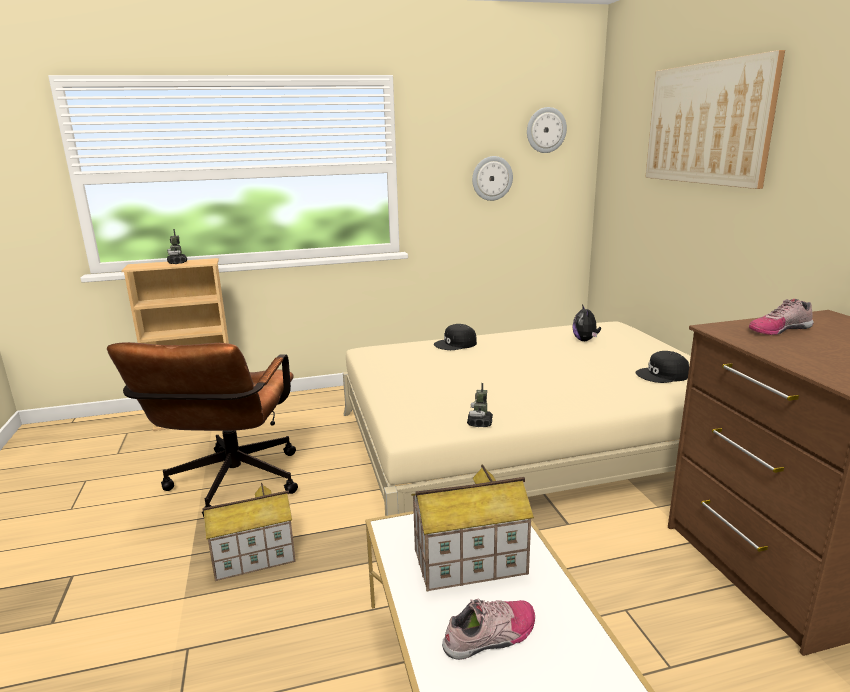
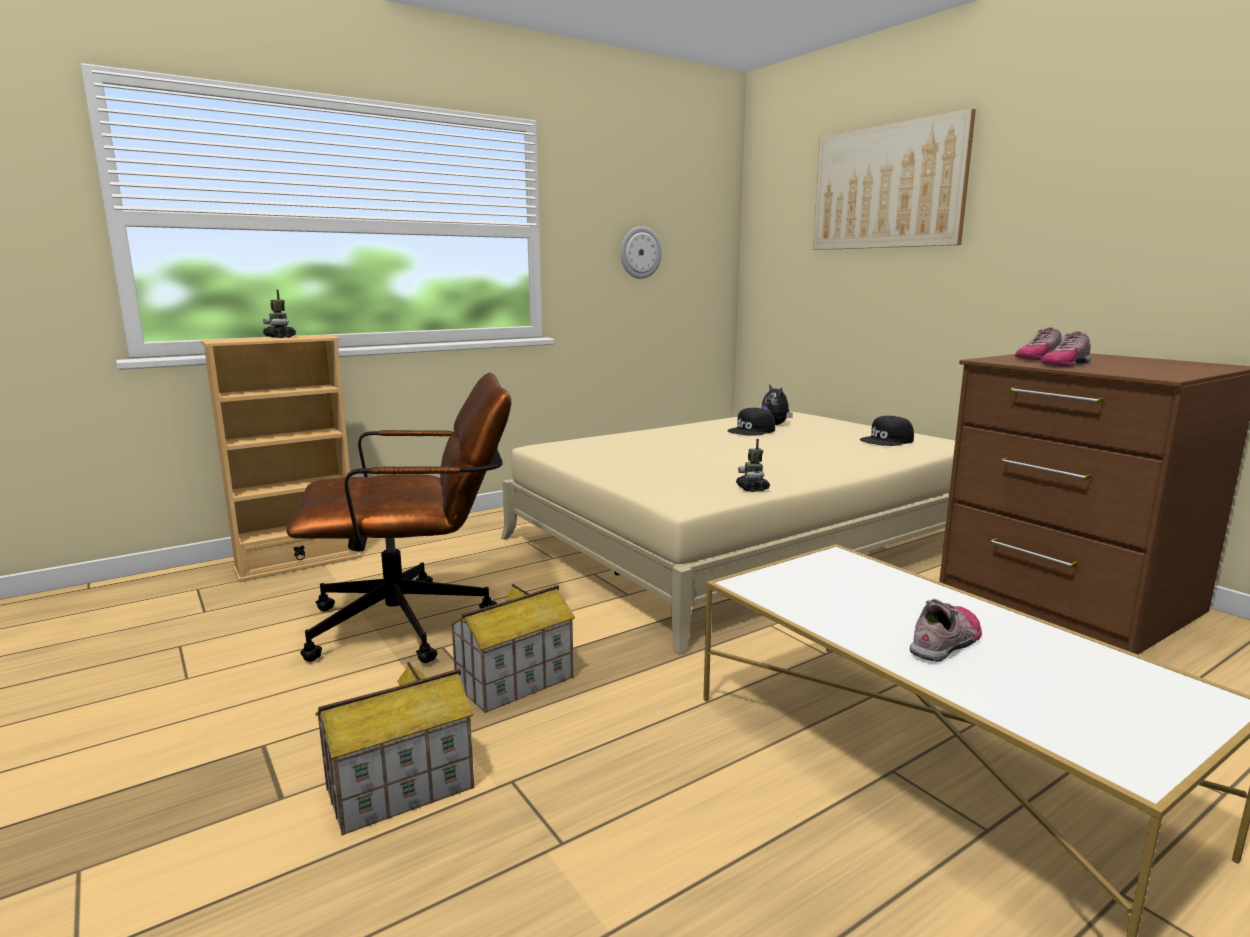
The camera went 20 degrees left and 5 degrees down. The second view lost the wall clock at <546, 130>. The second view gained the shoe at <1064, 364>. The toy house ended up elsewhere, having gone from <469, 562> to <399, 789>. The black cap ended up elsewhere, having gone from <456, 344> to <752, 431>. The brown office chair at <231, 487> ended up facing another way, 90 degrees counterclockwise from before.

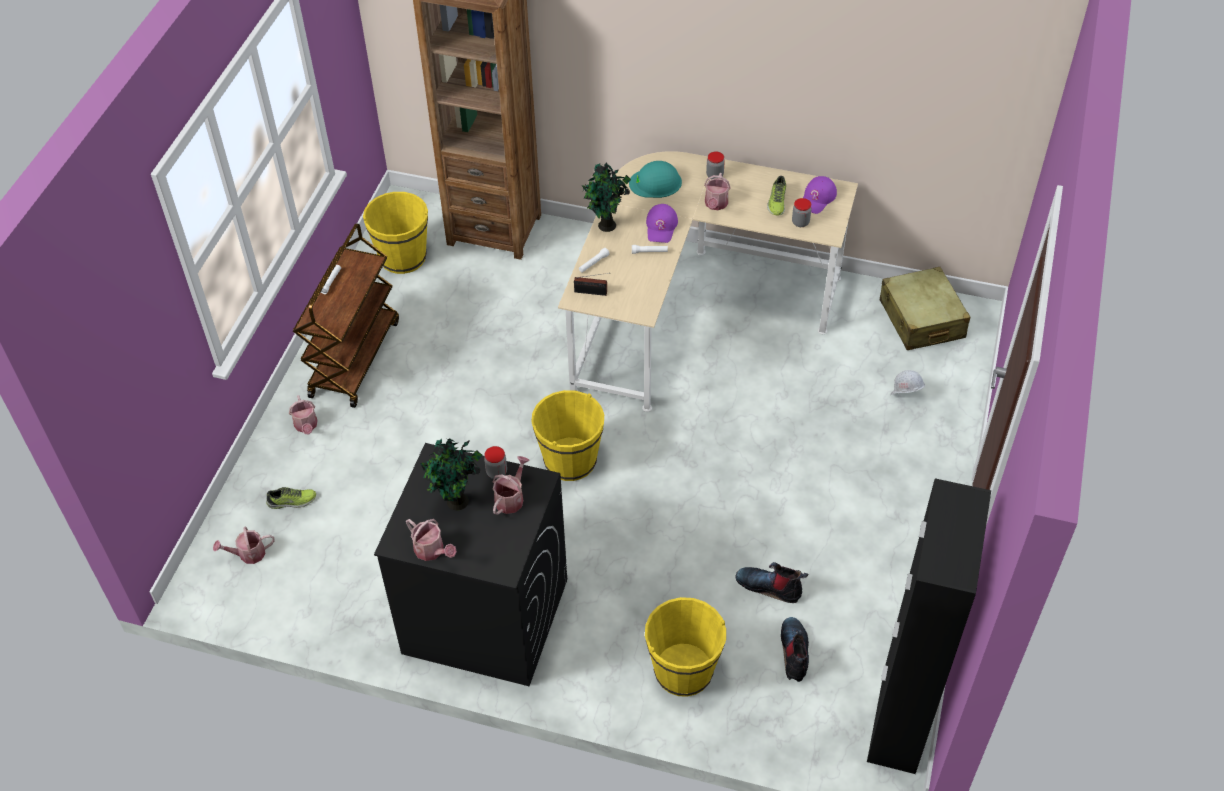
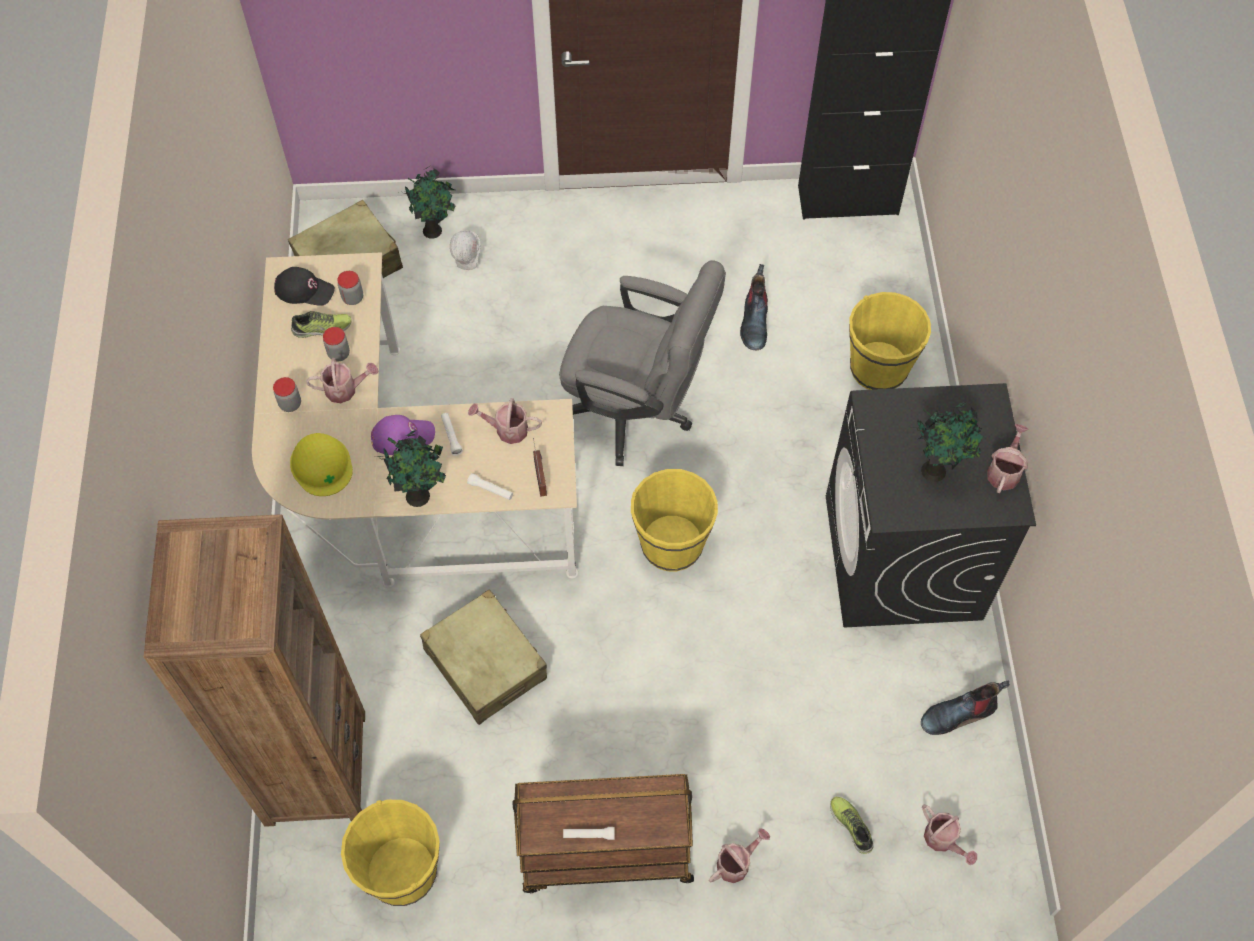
The camera went 110 degrees left and 10 degrees up. The second view gained the potted plant at <434, 230>. The second view gained the beige suitcase at <485, 664>. The second view gained the grey office chair at <636, 412>. The jar ended up elsewhere, having gone from <496, 472> to <339, 354>. The watering can ended up elsewhere, having gone from <511, 498> to <507, 430>. The boot ended up elsewhere, having gone from <795, 653> to <958, 713>. What was the turquoise hard hat at <655, 183> turned into the yellow hard hat at <321, 465>. What was the purple cap at <817, 198> turned into the black cap at <304, 290>.

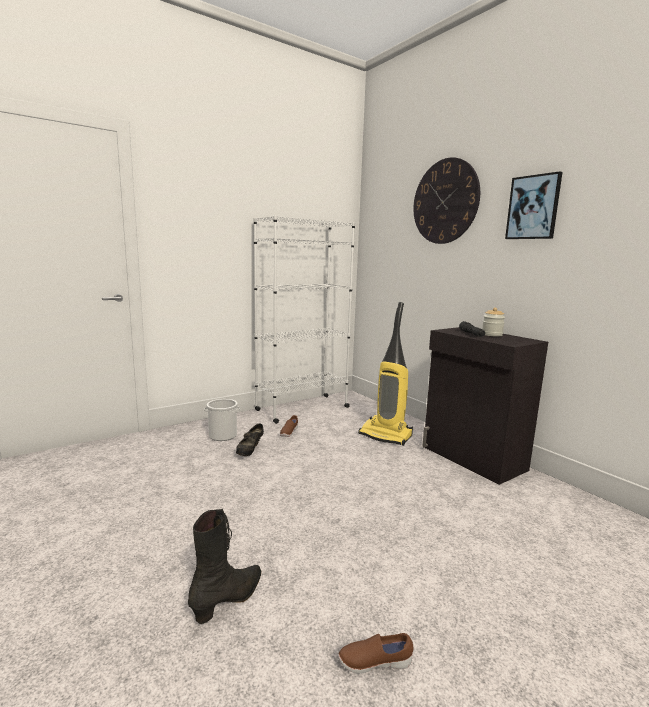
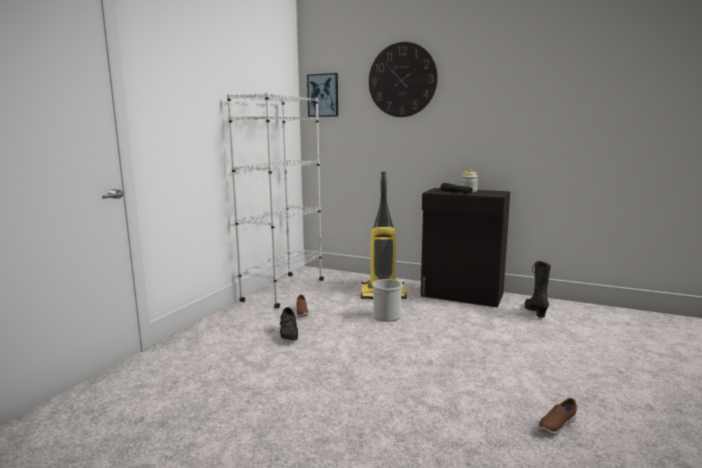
The camera went 30 degrees left and 0 degrees up. The black boot ended up elsewhere, having gone from <229, 600> to <535, 312>. The bucket ended up elsewhere, having gone from <223, 435> to <387, 316>. The picture ended up elsewhere, having gone from <533, 207> to <323, 95>.

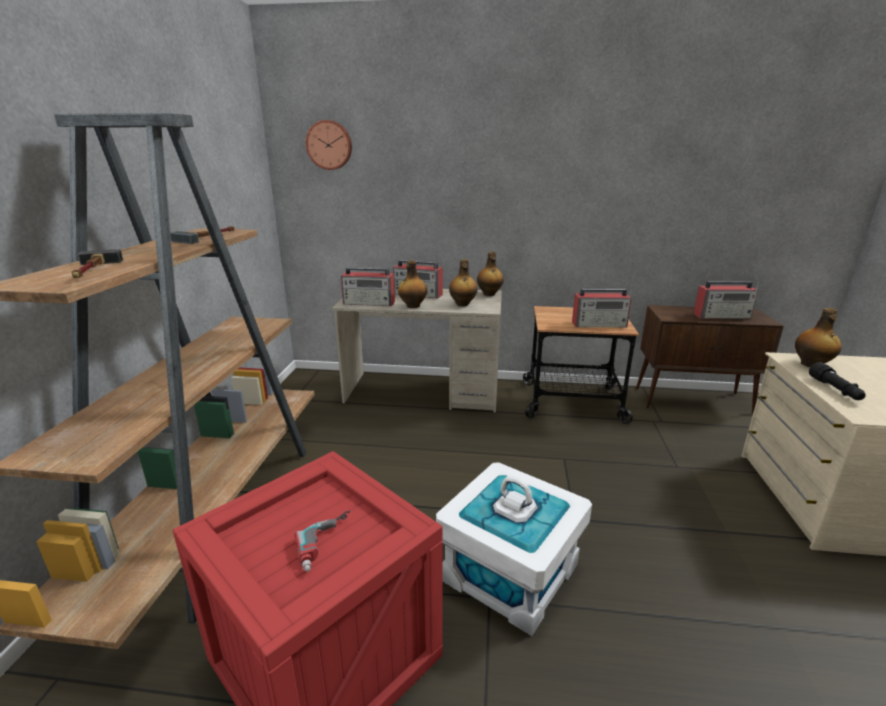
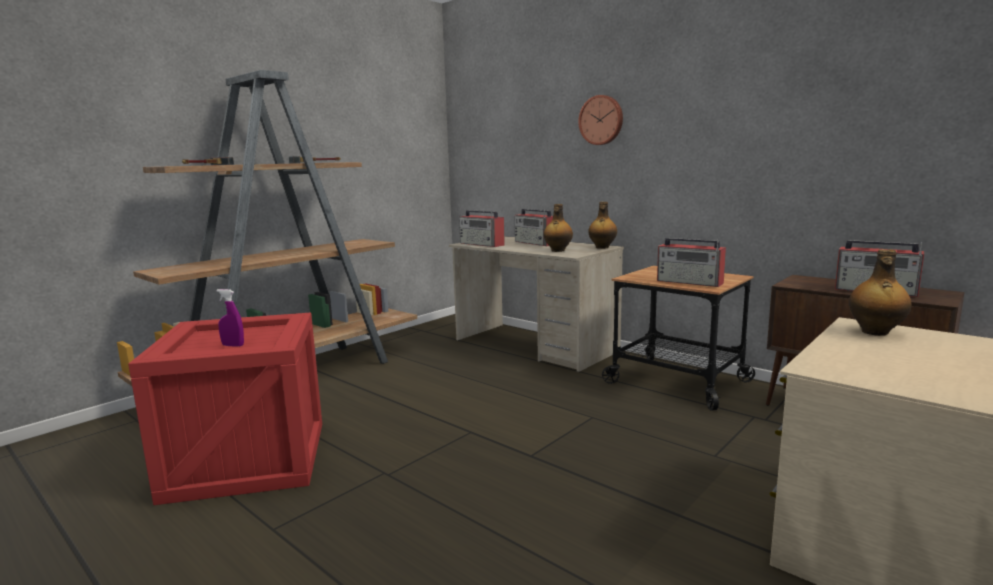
The camera went 35 degrees right and 10 degrees down. The second view lost the bottle at <412, 306>. The second view lost the white storage box at <509, 573>. The second view lost the black flashlight at <835, 390>. The wall clock ended up elsewhere, having gone from <329, 145> to <601, 120>. Where the power drill stood at <328, 544>, the purple spray bottle came to stand at <233, 345>.

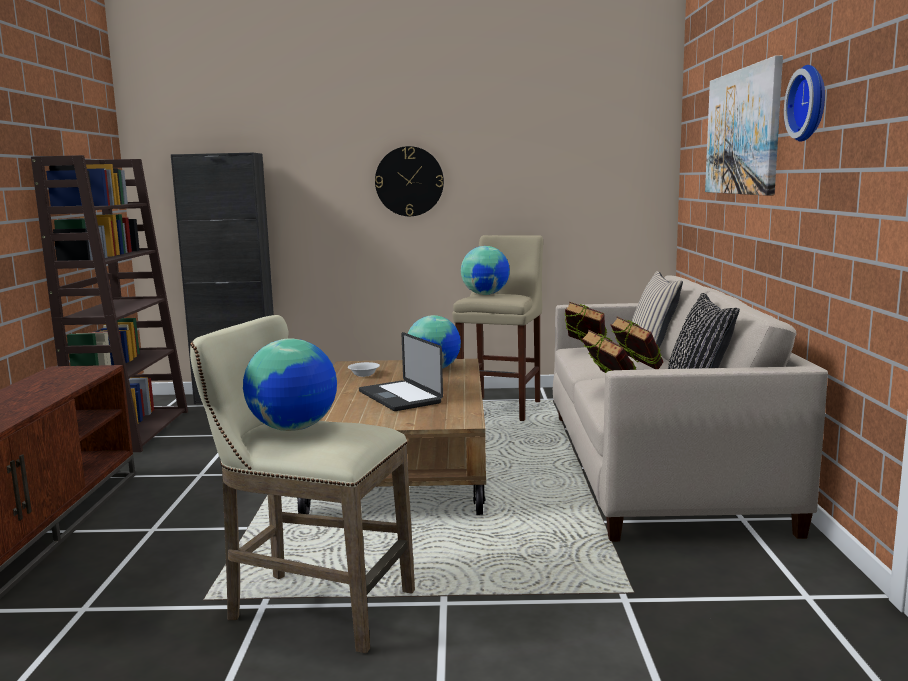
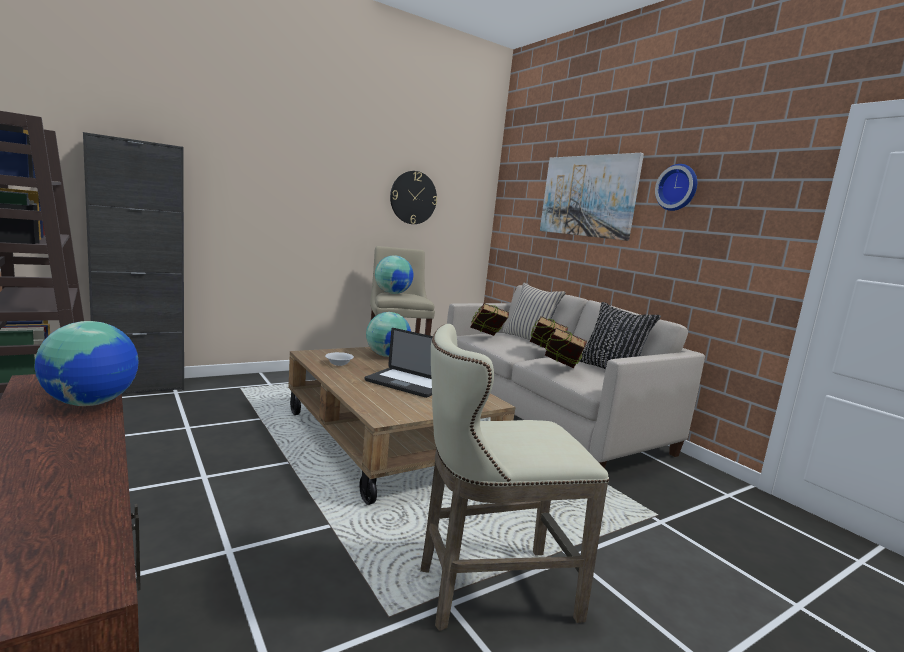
The camera went 35 degrees left and 0 degrees up. The globe ended up elsewhere, having gone from <294, 428> to <91, 403>. The wall clock ended up elsewhere, having gone from <409, 181> to <413, 197>.

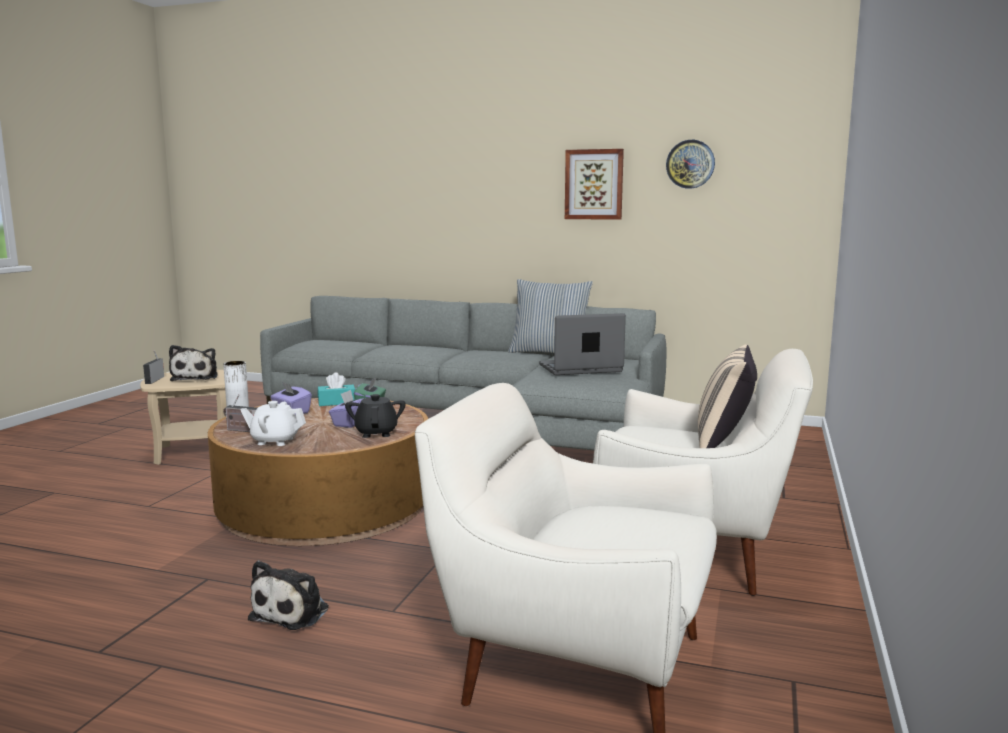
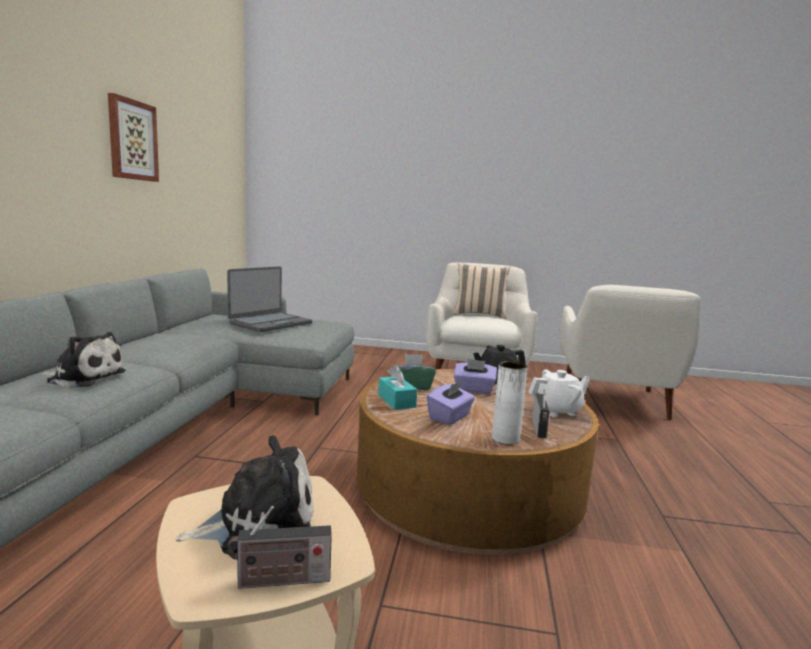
The camera went 100 degrees left and 0 degrees up. The second view lost the pillow at <549, 353>. The second view lost the wall clock at <690, 164>. The plush toy ended up elsewhere, having gone from <293, 612> to <84, 377>. The white teapot at <274, 441> ended up facing another way, 105 degrees counterclockwise from before. The laptop at <580, 369> ended up facing another way, 120 degrees counterclockwise from before.

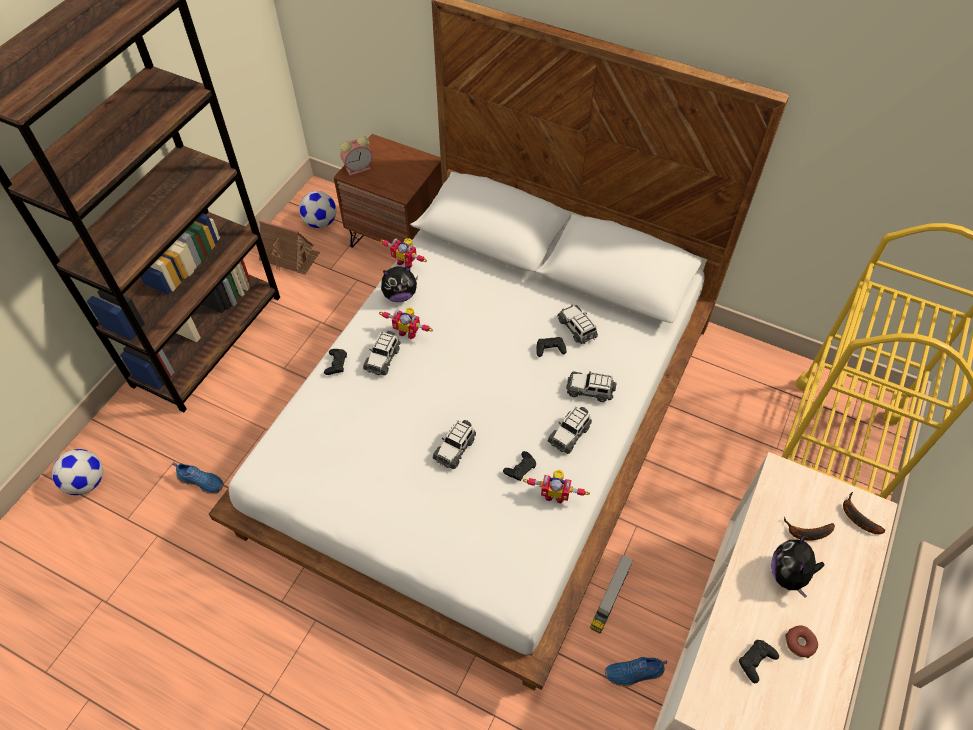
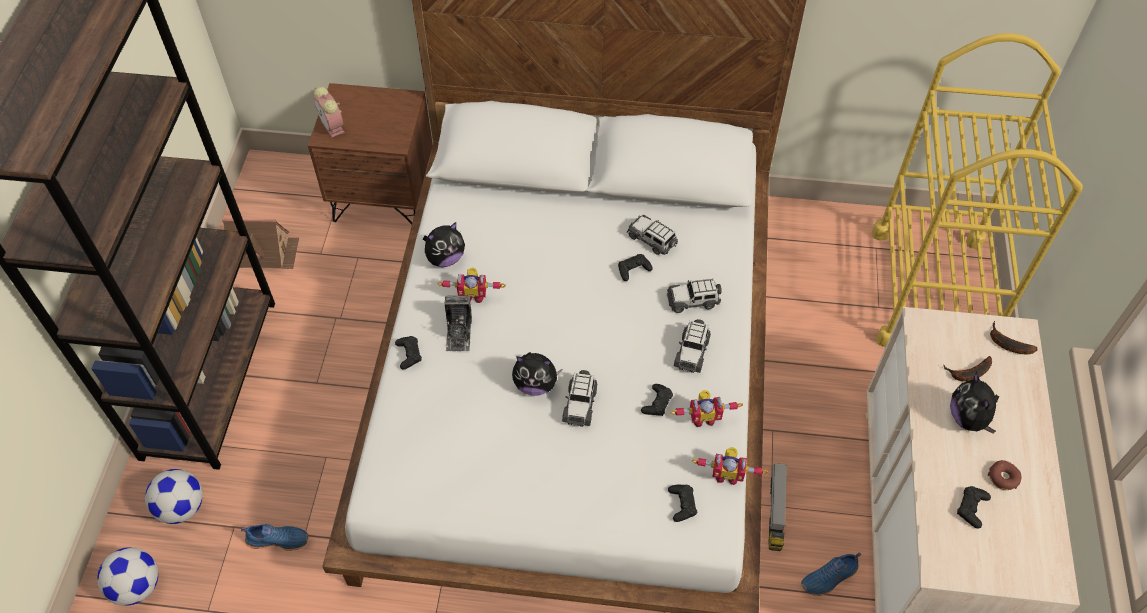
The camera went 20 degrees left and 0 degrees up. The second view gained the plush toy at <535, 384>. The second view gained the black game controller at <682, 504>. The football ended up elsewhere, having gone from <320, 222> to <181, 508>. The toy robot ended up elsewhere, having gone from <406, 261> to <727, 474>. Where the toy car stood at <383, 358>, the photo camera came to stand at <459, 333>. The alarm clock at <359, 168> ended up facing another way, 105 degrees clockwise from before.

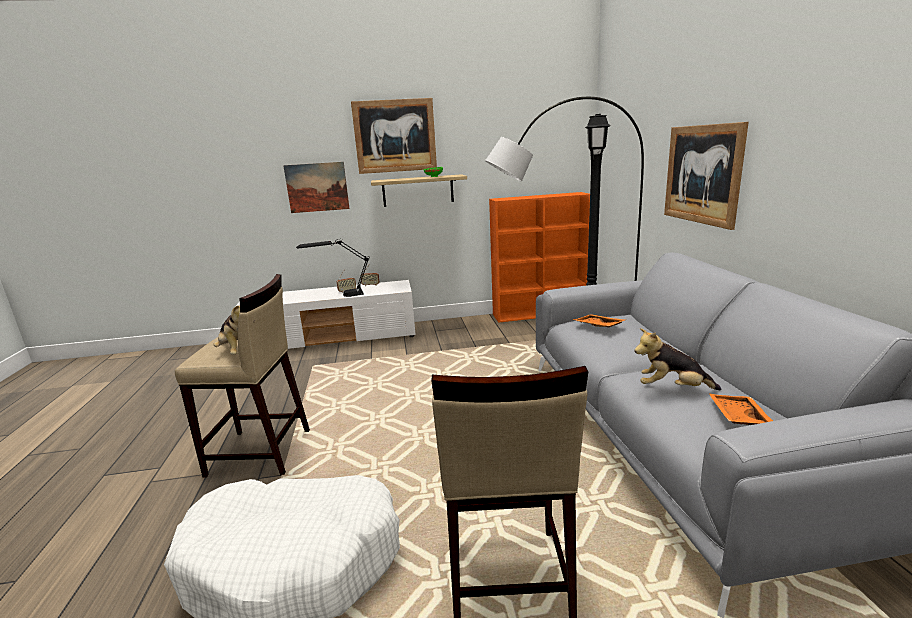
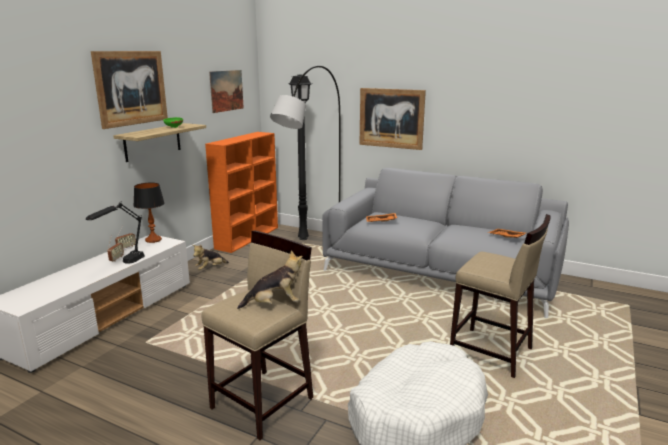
The camera went 55 degrees left and 0 degrees up. The second view gained the table lamp at <153, 240>. The picture ended up elsewhere, having gone from <317, 187> to <226, 90>. The plush toy ended up elsewhere, having gone from <672, 388> to <210, 268>.

